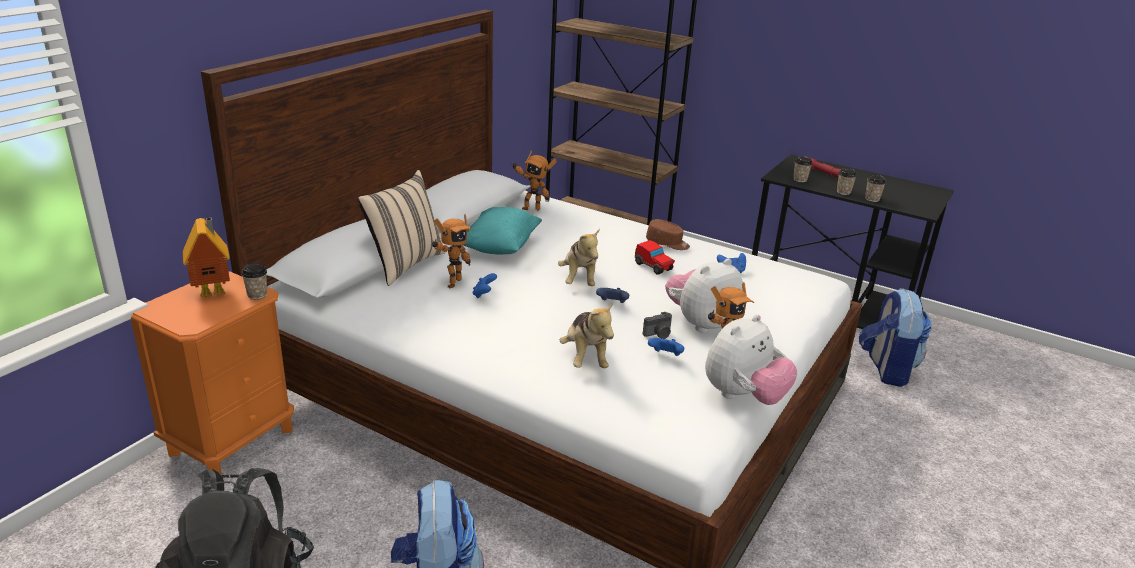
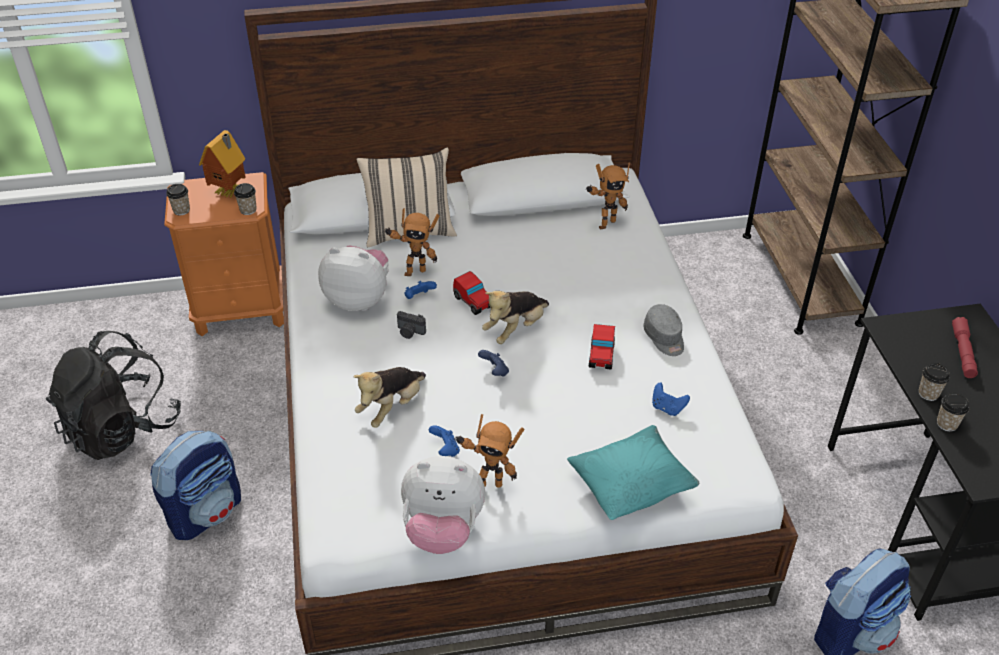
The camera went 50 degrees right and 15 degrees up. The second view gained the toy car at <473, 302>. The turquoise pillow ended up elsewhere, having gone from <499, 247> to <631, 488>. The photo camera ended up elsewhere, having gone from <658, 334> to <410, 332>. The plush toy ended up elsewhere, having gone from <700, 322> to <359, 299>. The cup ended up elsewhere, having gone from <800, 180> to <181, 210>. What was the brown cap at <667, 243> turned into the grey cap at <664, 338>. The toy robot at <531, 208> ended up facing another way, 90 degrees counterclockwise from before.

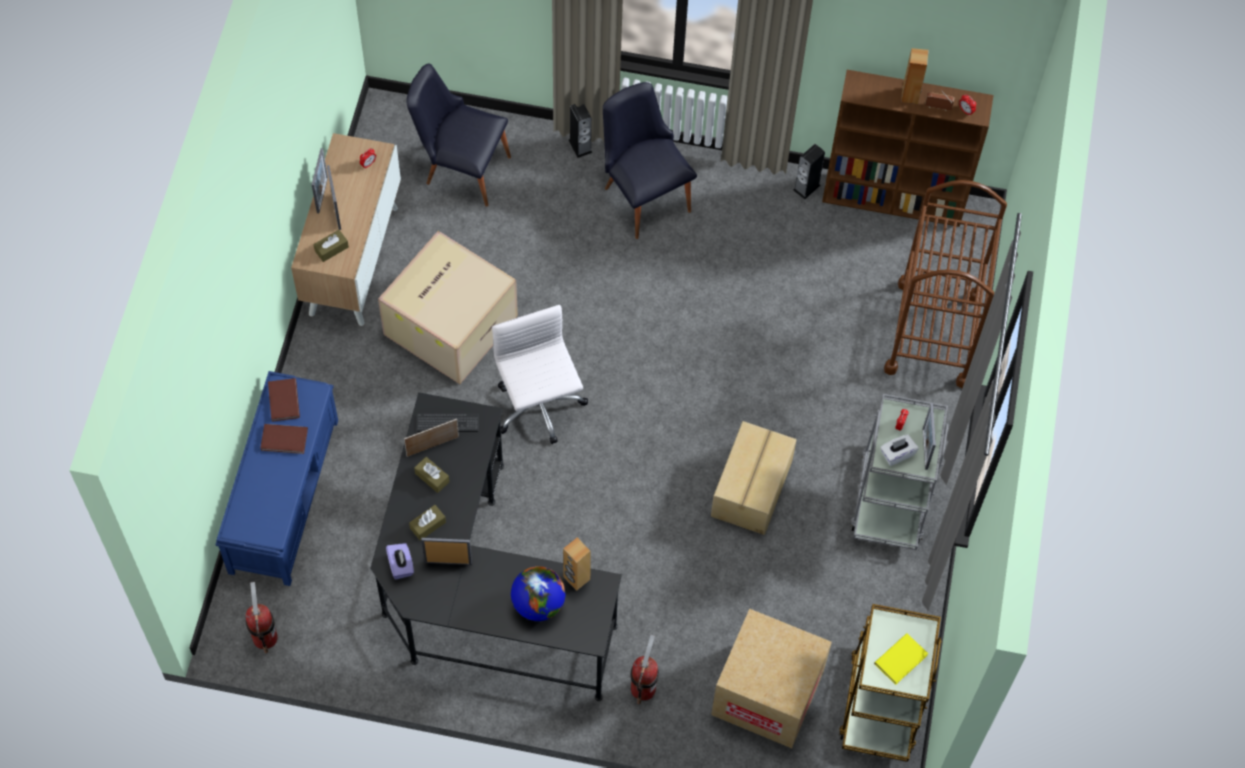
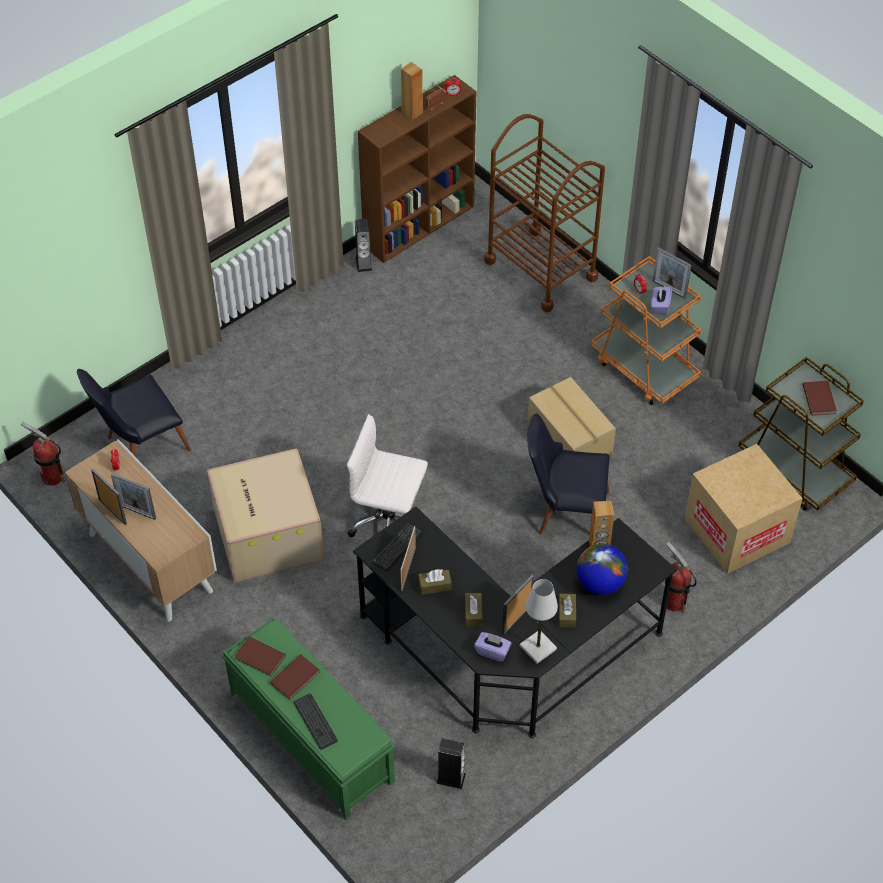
The camera went 50 degrees left and 10 degrees down. The second view gained the keyboard at <315, 721>. The second view gained the white table lamp at <537, 647>. The fire extinguisher ended up elsewhere, having gone from <265, 637> to <52, 476>. The brown tissue box ended up elsewhere, having gone from <331, 249> to <566, 614>. The speaker ended up elsewhere, having gone from <580, 146> to <451, 778>. The black chair ended up elsewhere, having gone from <643, 193> to <565, 512>. What was the blue bench at <284, 494> turned into the green bench at <310, 736>. What was the grey cart at <891, 497> turned into the orange cart at <644, 368>. What was the yellow book at <902, 660> turned into the brown book at <820, 399>. What was the white tissue box at <897, 454> turned into the purple tissue box at <660, 306>.

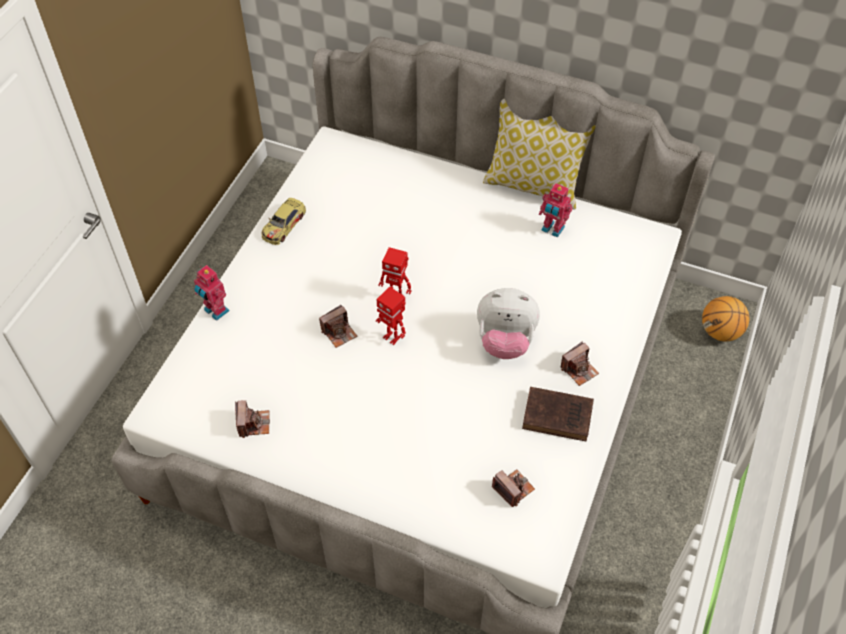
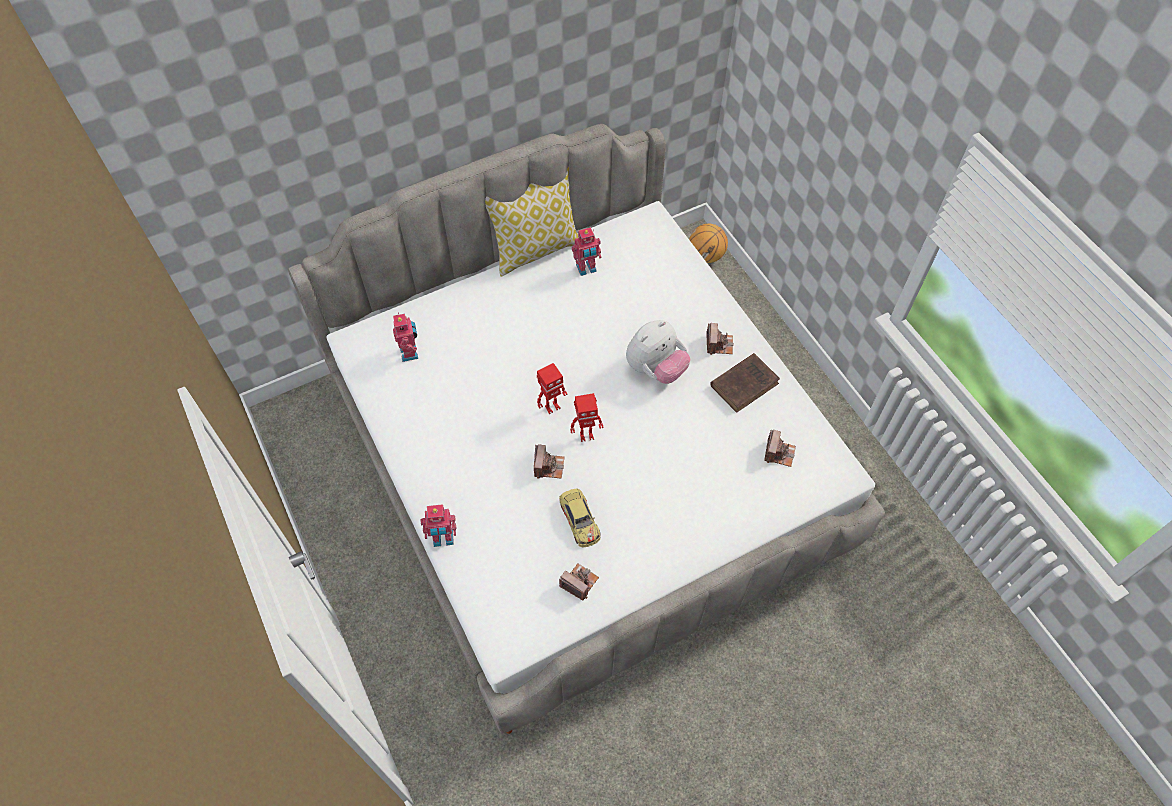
The camera went 50 degrees left and 5 degrees up. The second view gained the toy robot at <410, 352>. The toy car ended up elsewhere, having gone from <284, 225> to <579, 520>. The photo camera at <513, 489> ended up facing another way, 105 degrees clockwise from before.

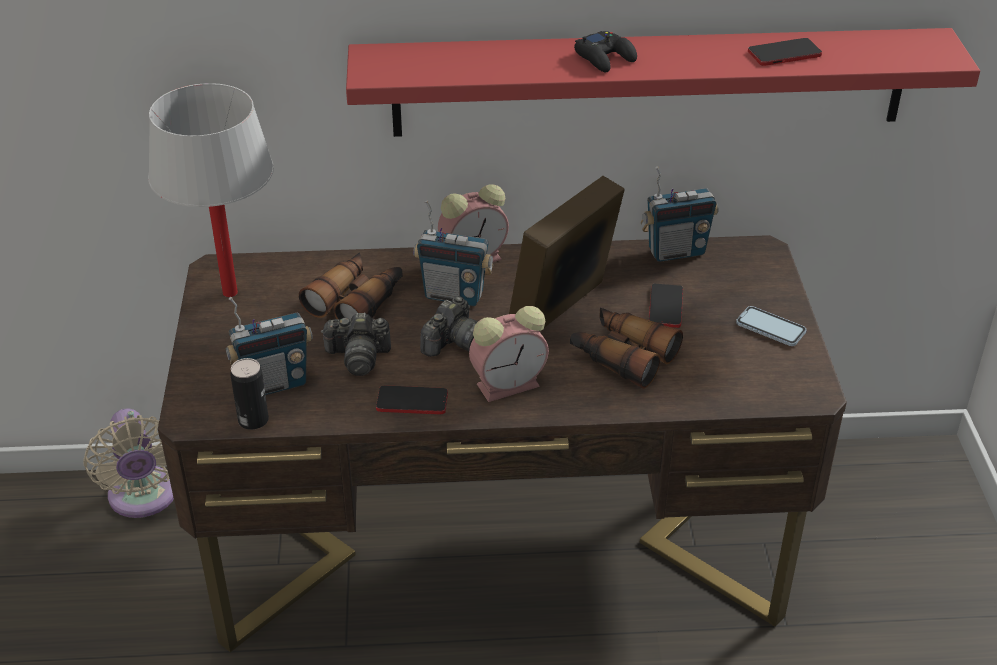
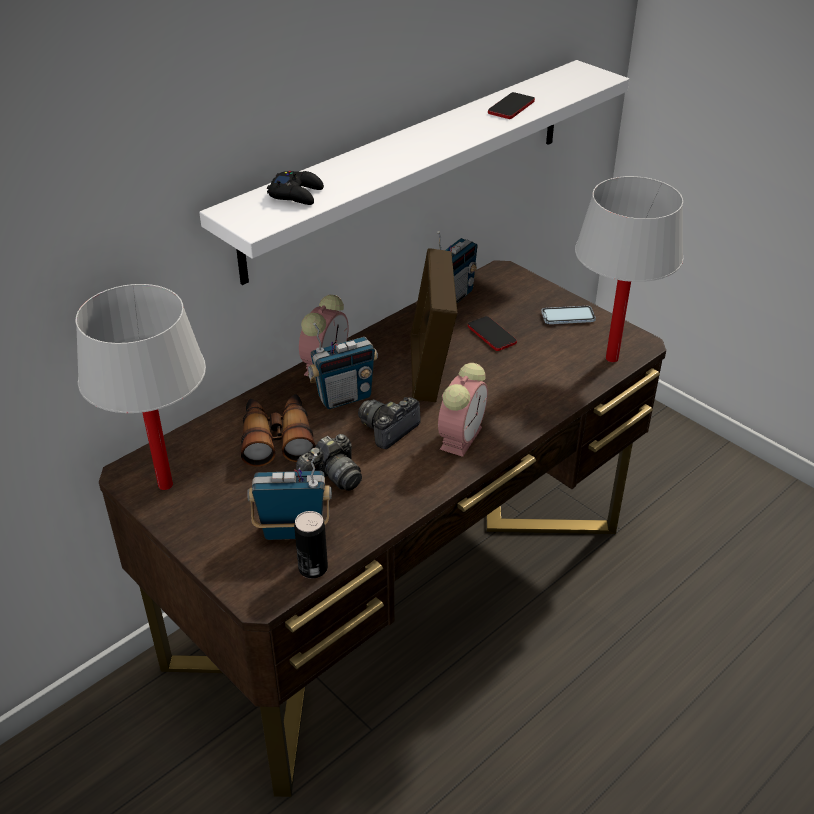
The camera went 40 degrees left and 0 degrees up. The second view lost the beige fan at <144, 498>. The second view lost the phone at <412, 401>. The second view lost the binoculars at <622, 356>. The second view gained the white table lamp at <611, 358>. The black game controller ended up elsewhere, having gone from <605, 58> to <296, 194>. What was the red shelf at <649, 82> turned into the white shelf at <412, 166>. The radio at <274, 383> ended up facing another way, 120 degrees counterclockwise from before. The photo camera at <455, 343> ended up facing another way, 135 degrees counterclockwise from before.

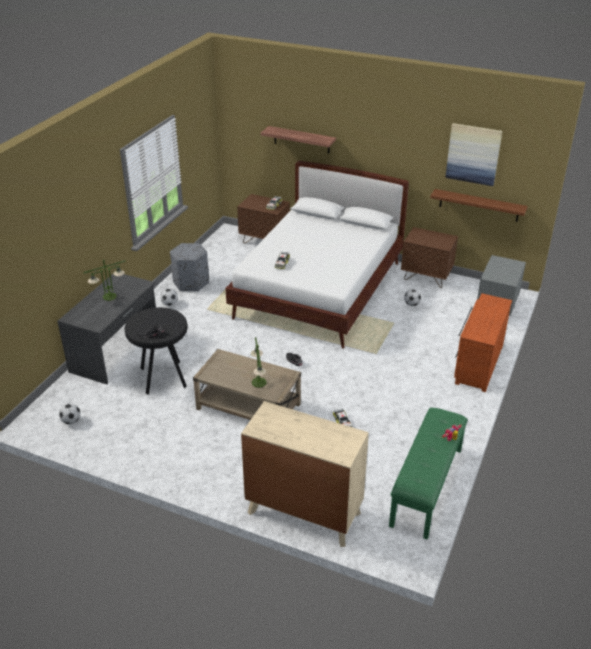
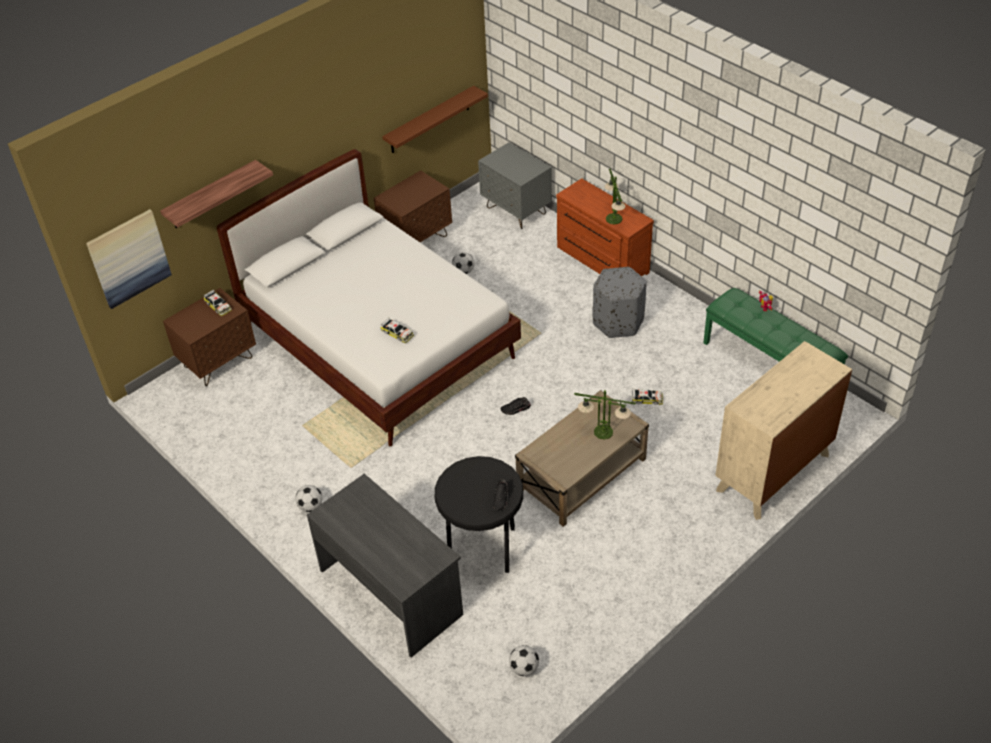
The camera went 65 degrees left and 10 degrees up. The table lamp ended up elsewhere, having gone from <109, 297> to <614, 219>. The grey ottoman ended up elsewhere, having gone from <191, 283> to <618, 322>. The picture ended up elsewhere, having gone from <473, 154> to <129, 258>.

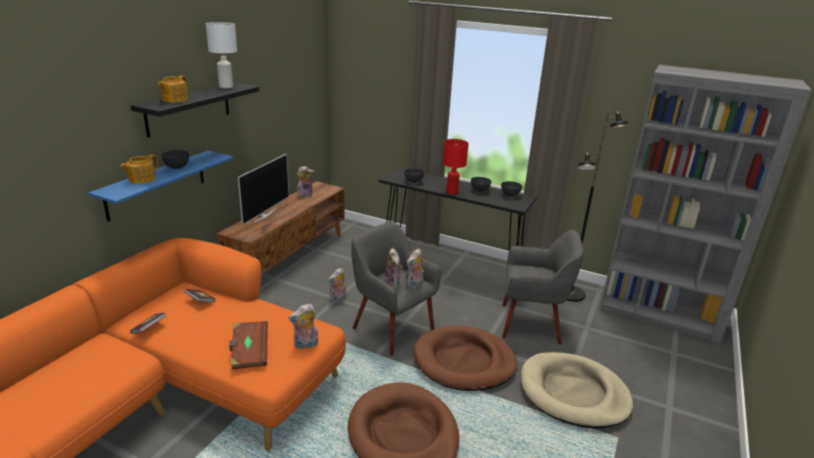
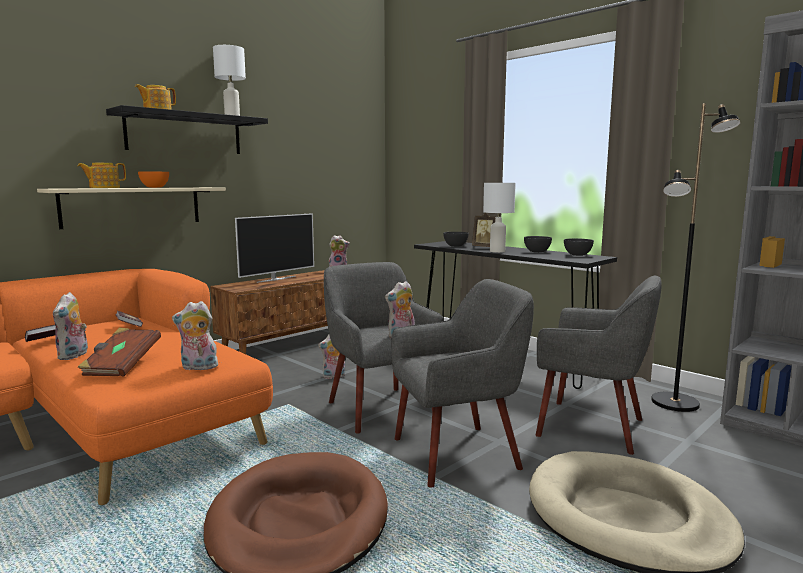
The camera went 20 degrees right and 15 degrees down. The second view gained the picture frame at <485, 247>. The plush toy ended up elsewhere, having gone from <393, 285> to <74, 355>. Where the brown dog bed stood at <464, 362>, the grey armchair came to stand at <457, 453>. What was the blue shelf at <156, 184> turned into the beige shelf at <132, 206>. What was the grey bowl at <176, 167> turned into the orange bowl at <154, 187>. What was the red table lamp at <451, 192> turned into the white table lamp at <497, 251>.

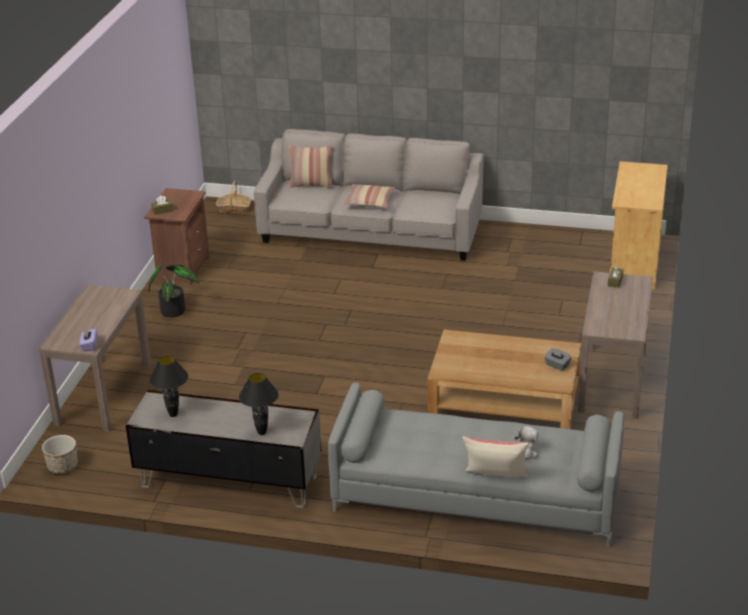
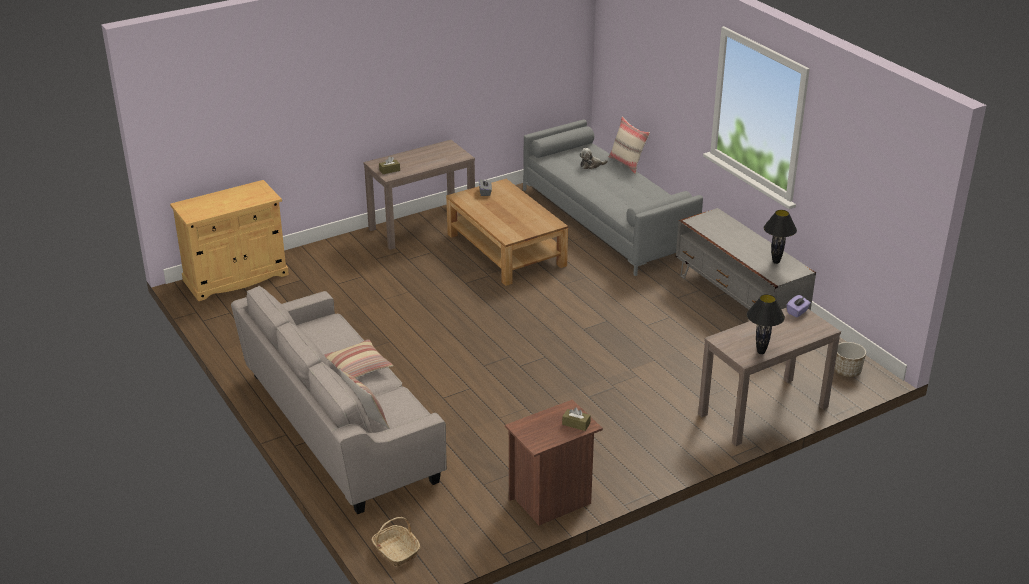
The camera went 135 degrees left and 0 degrees up. The second view lost the potted plant at <175, 310>. The black table lamp ended up elsewhere, having gone from <261, 433> to <761, 352>.

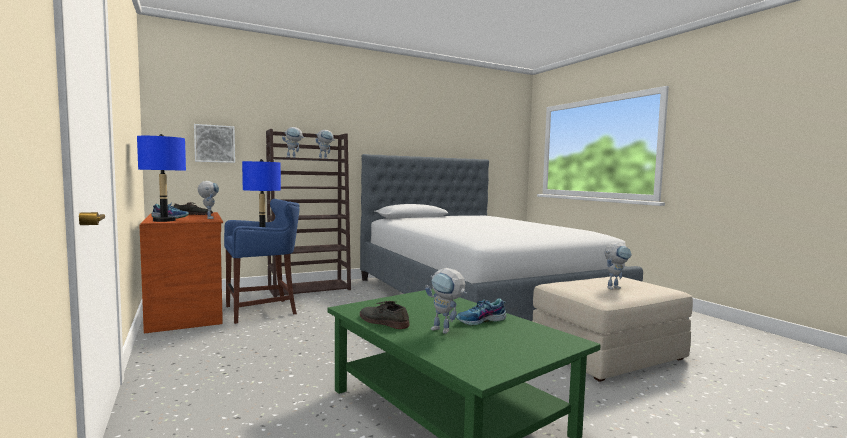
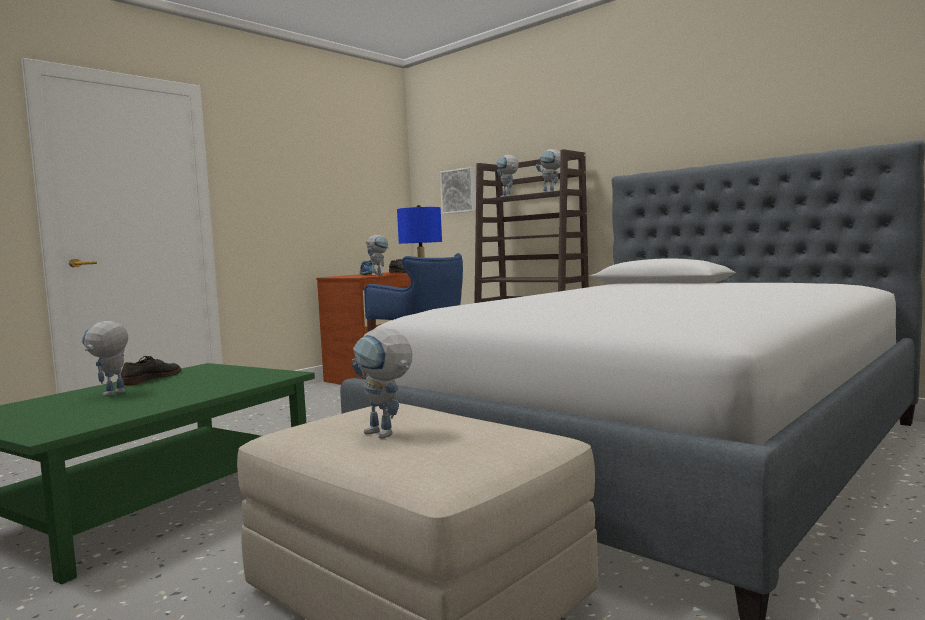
The camera went 70 degrees right and 0 degrees up. The second view lost the blue table lamp at <164, 220>. The second view lost the shoe at <481, 321>.

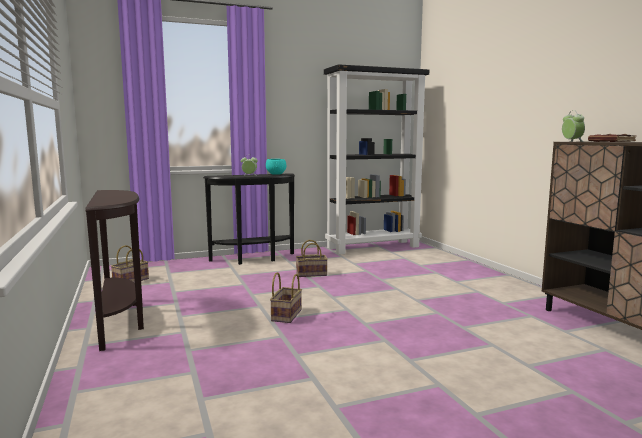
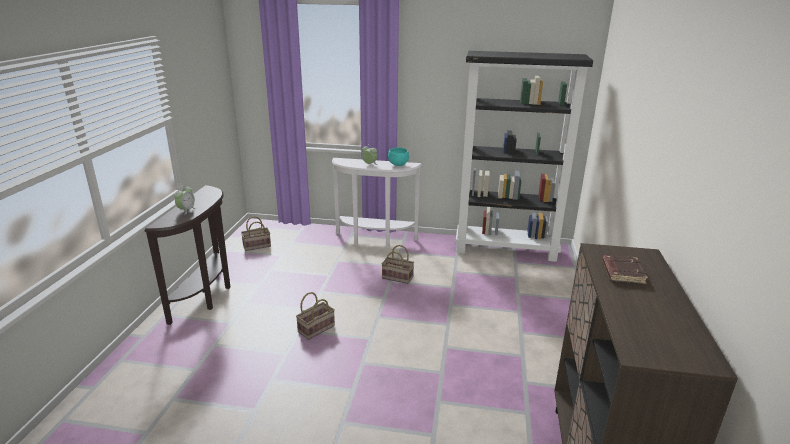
The camera went 30 degrees right and 15 degrees up. The alarm clock ended up elsewhere, having gone from <572, 141> to <186, 210>. What was the black console table at <255, 259> turned into the white console table at <374, 241>.

